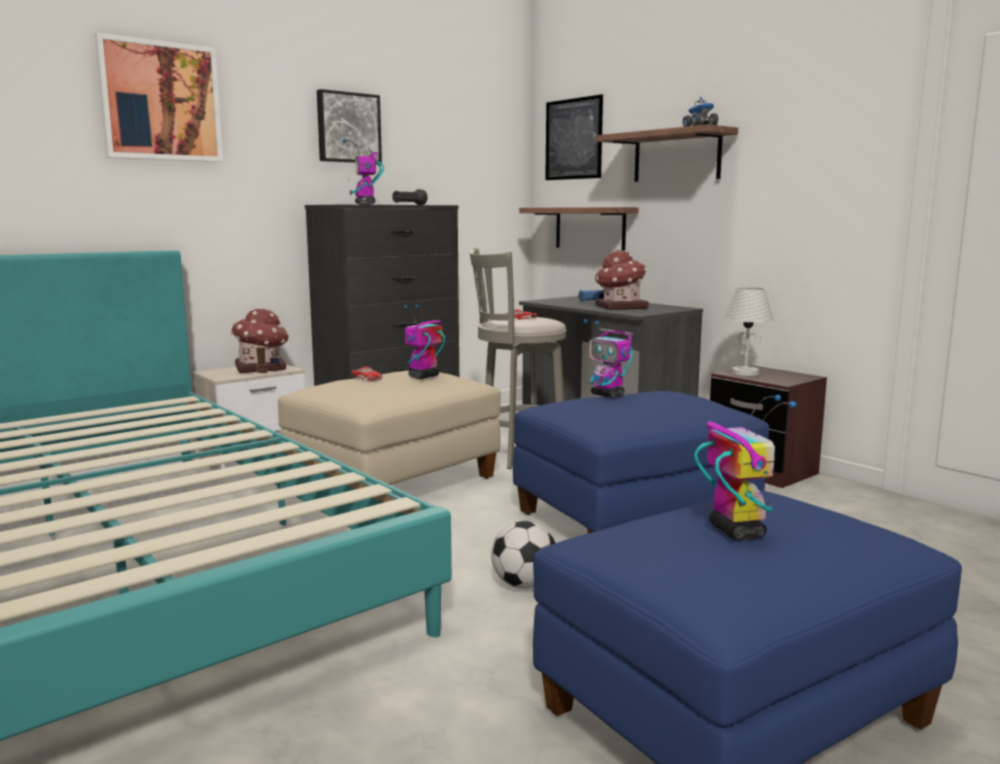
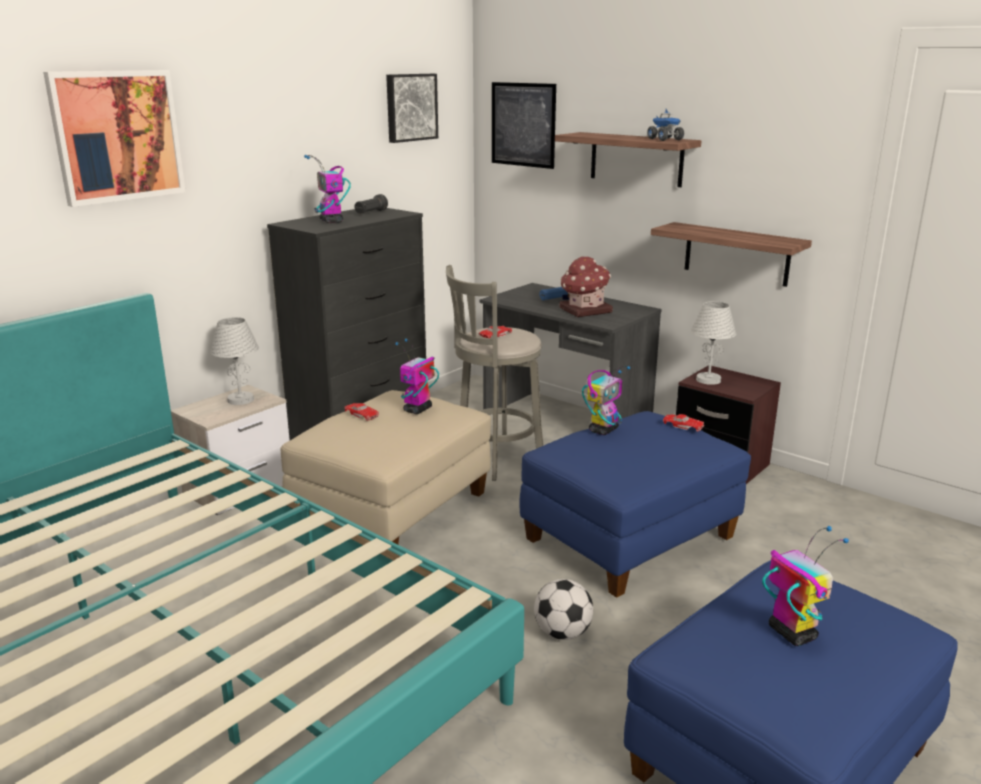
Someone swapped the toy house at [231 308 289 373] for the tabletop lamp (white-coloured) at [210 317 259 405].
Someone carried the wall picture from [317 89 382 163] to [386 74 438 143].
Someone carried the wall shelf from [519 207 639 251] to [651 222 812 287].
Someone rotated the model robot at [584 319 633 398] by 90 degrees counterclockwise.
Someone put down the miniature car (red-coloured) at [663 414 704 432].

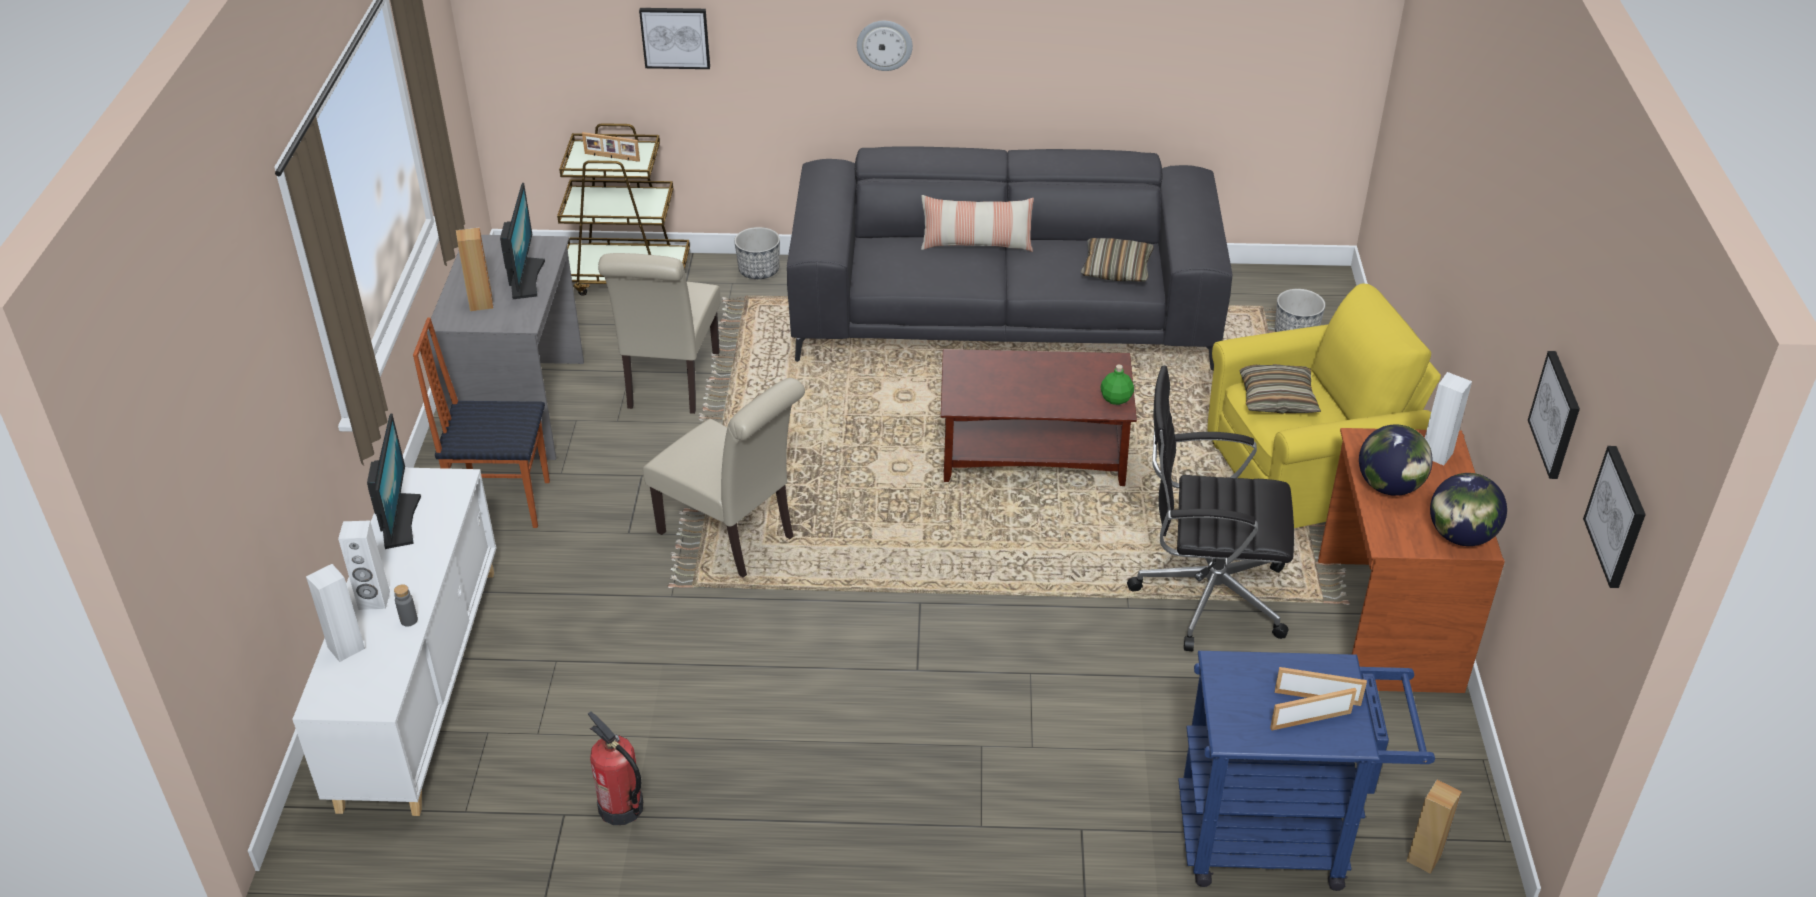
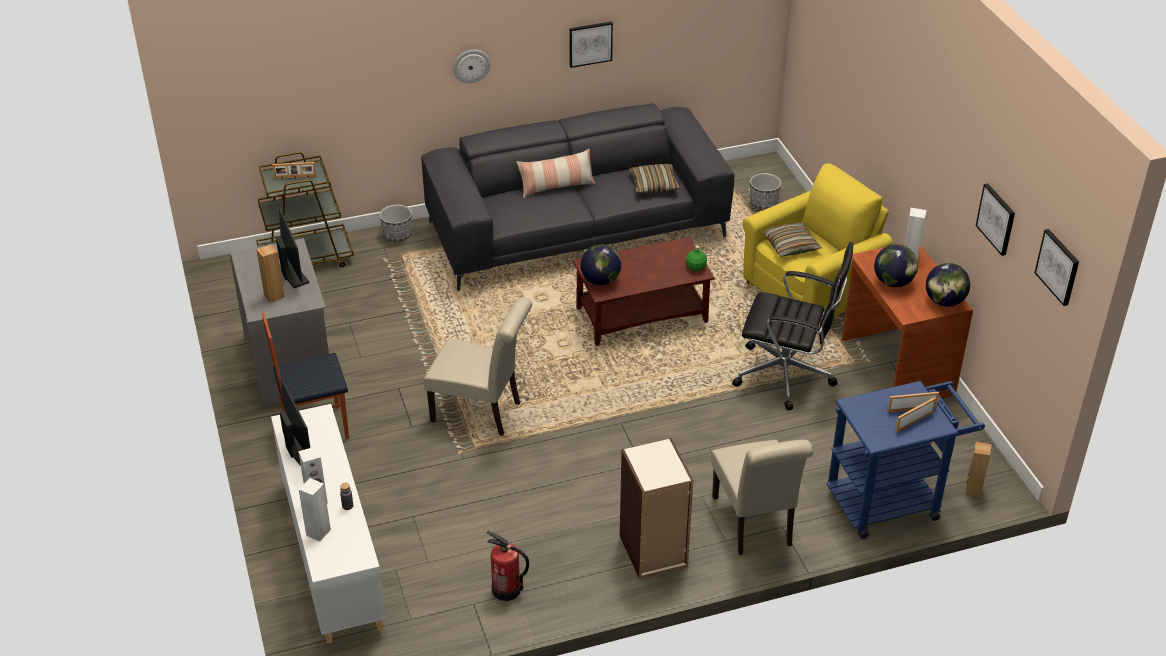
Someone carried the upright chair (sand-coloured) from [598 253 721 414] to [711 440 814 555].
Someone carried the wall picture from [639 8 710 69] to [569 22 613 68].
Someone rotated the computer chair (black) at [1127 366 1294 651] by 150 degrees counterclockwise.
Someone put down the globe at [581 244 621 285].
Someone put down the bookshelf at [620 438 693 579].

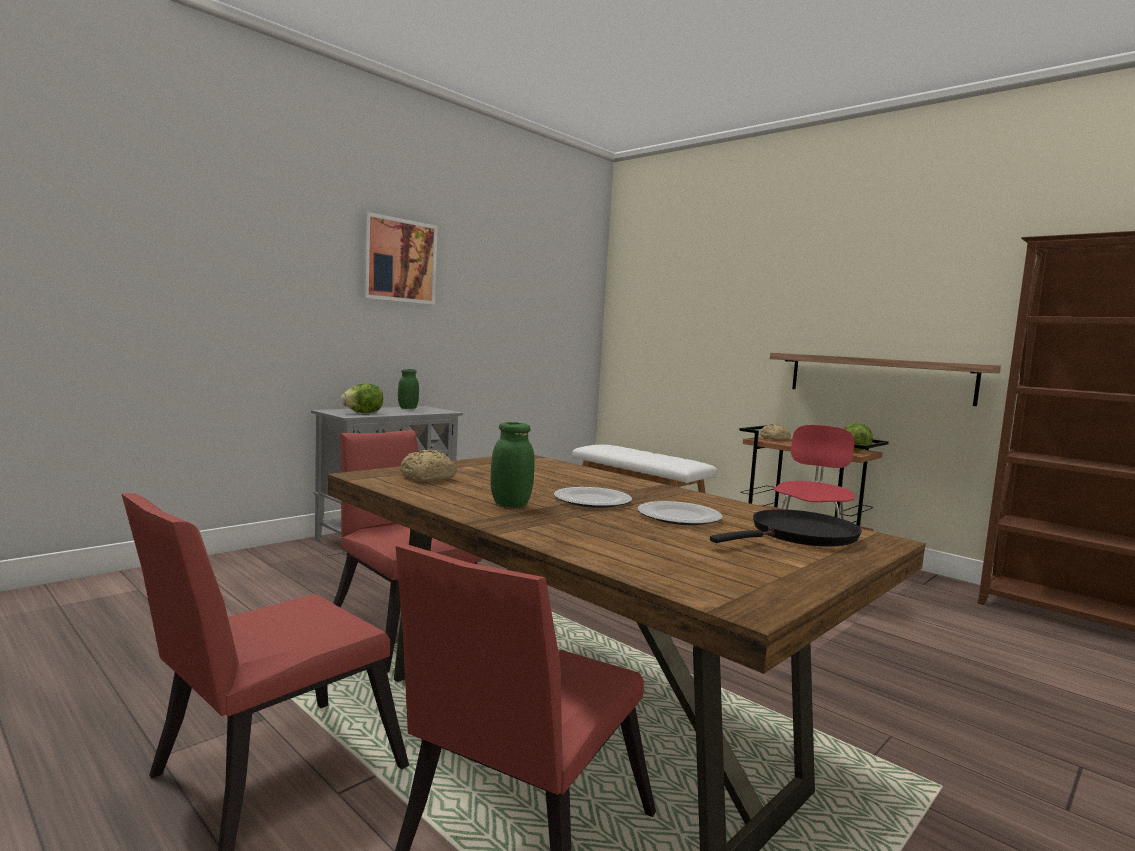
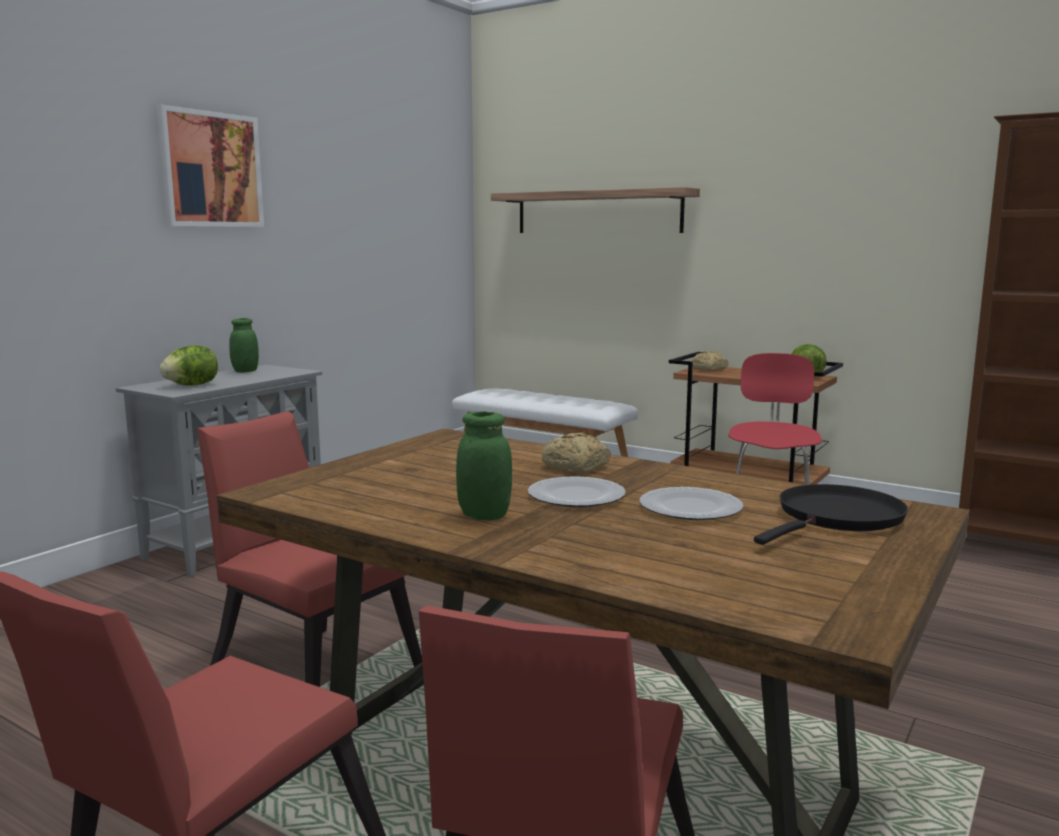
Someone carried the bakery bread from [400 450 457 482] to [542 432 611 474].
Someone carried the wall shelf from [770 352 1001 406] to [491 187 700 233].

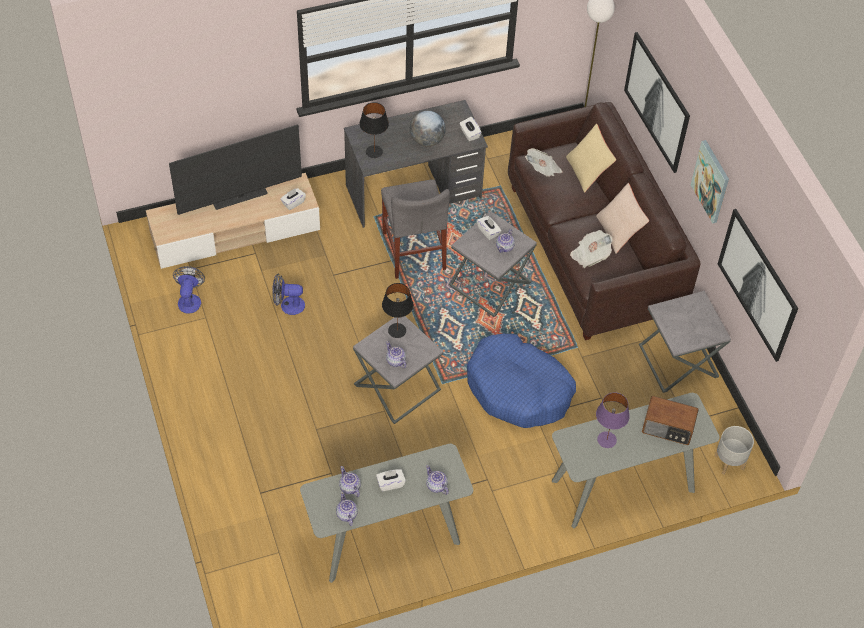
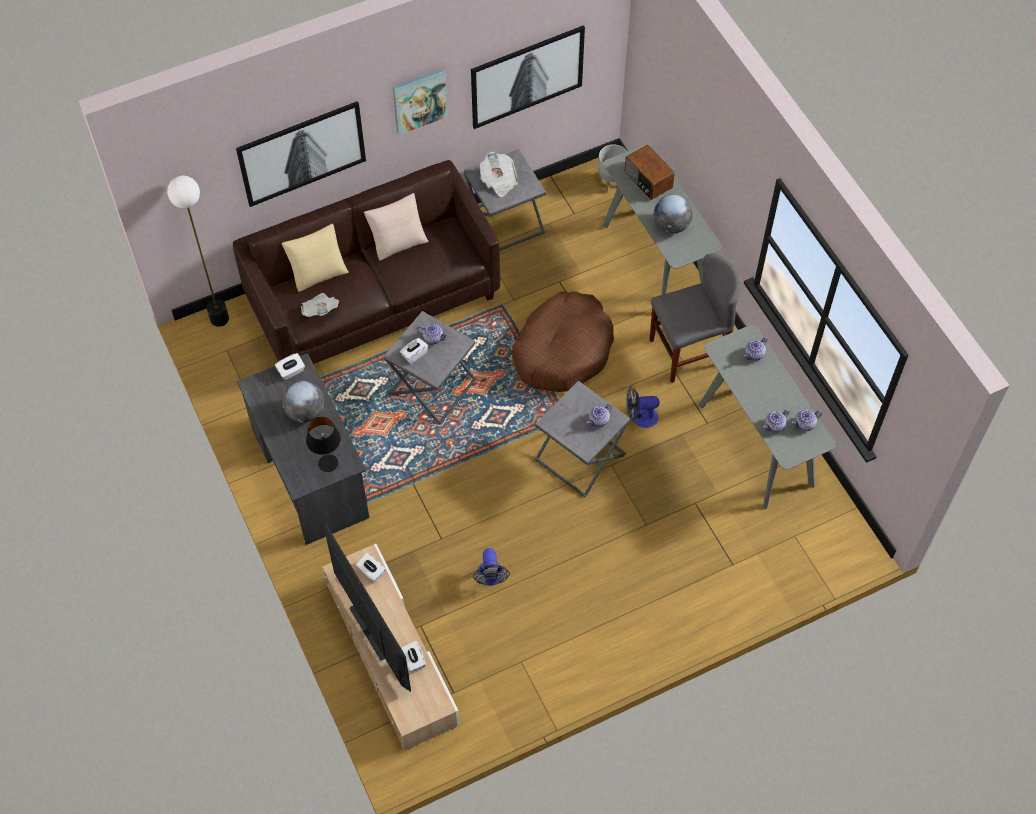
Someone carried the cooling fan from [173 266 205 314] to [626 386 660 428].
Someone carried the tissue box (white-coloured) from [376 469 406 491] to [401 641 426 672].
Someone carried the upright chair (grey) from [381 179 450 279] to [649 254 740 383].
Someone took away the tabletop lamp (black) at [382 283 413 338].
Someone repainted the pet bed (blue-coloured) at [467 334 576 428], which became the pet bed (brown) at [512 291 614 392].
Someone carried the newspaper from [570 230 613 268] to [480 152 518 197].
Someone swapped the tabletop lamp (purple) at [596 392 630 448] for the globe at [653 194 693 234].
Someone rotated the radio set at [642 396 699 445] by 135 degrees clockwise.

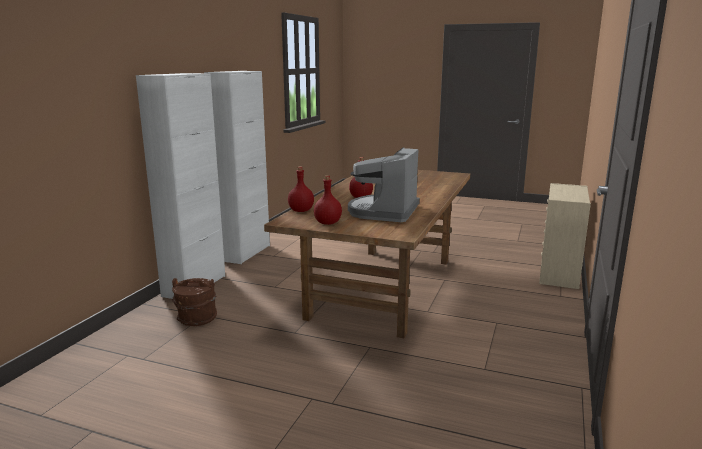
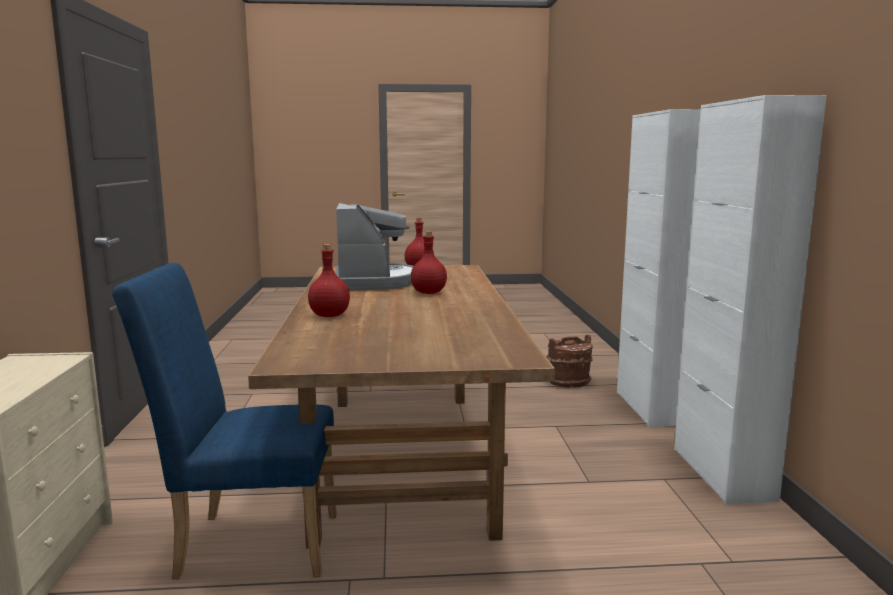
Someone carried the drink bottle (red-coloured) from [288 166 314 212] to [308 244 350 317].
Someone put down the upright chair (blue-coloured) at [112 263 337 579].

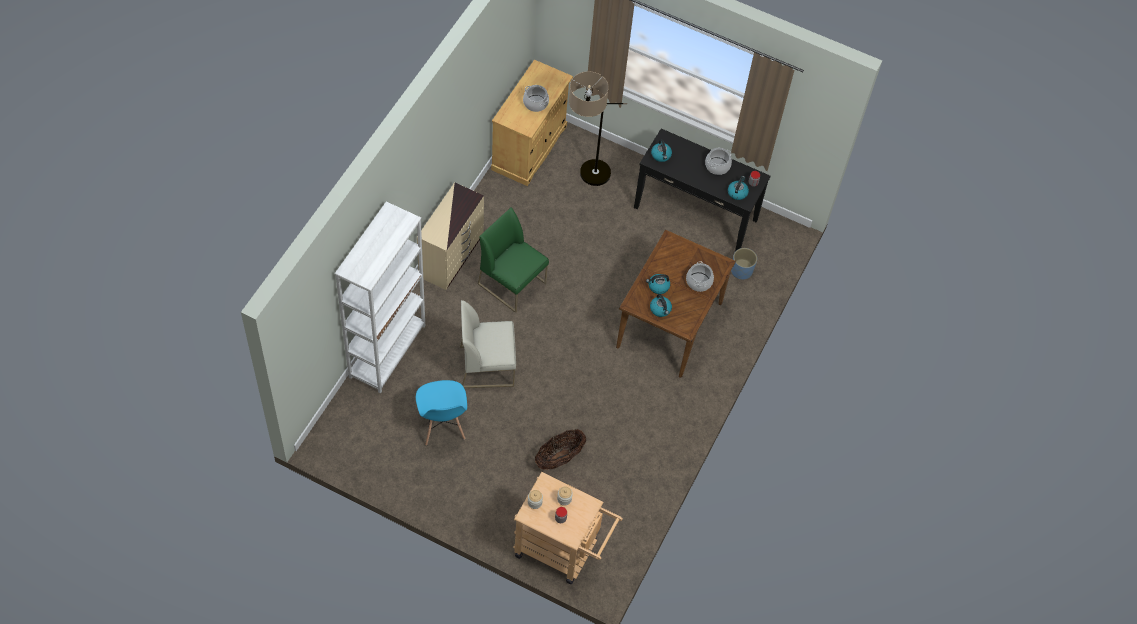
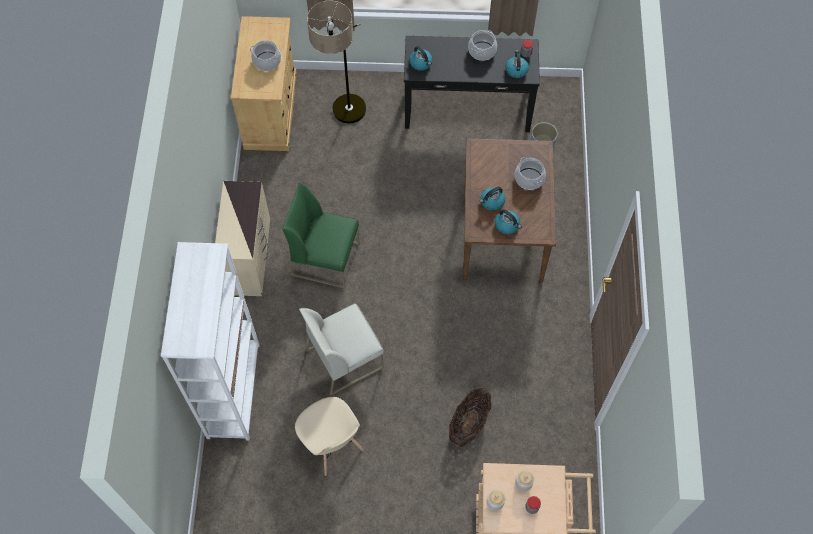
Someone repainted the upright chair (blue-coloured) at [416 380 467 445], which became the upright chair (sand-coloured) at [295 397 363 476].

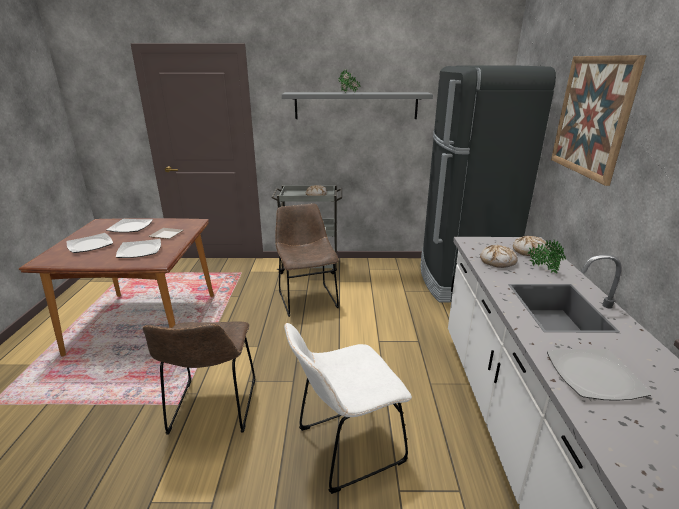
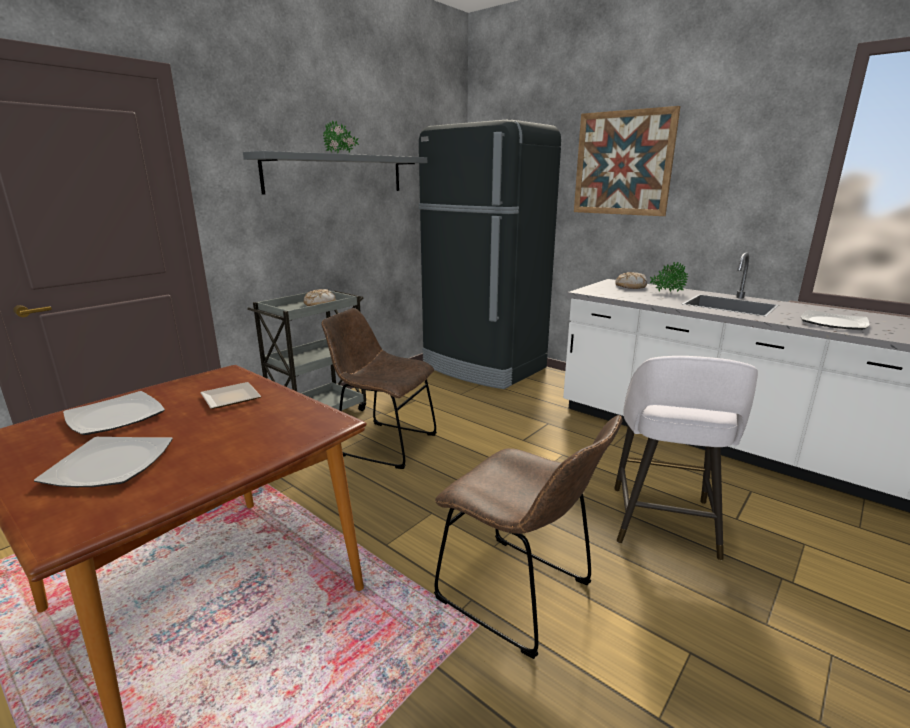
Someone took away the flat dish at [116 239 161 258].
Someone swapped the upright chair (white-coloured) at [284 323 412 494] for the sitting stool (white-coloured) at [614 356 758 560].
Someone took away the bakery bread at [480 245 518 268].

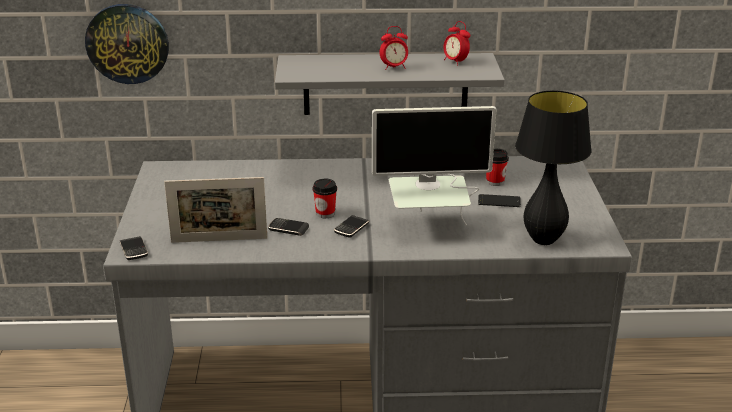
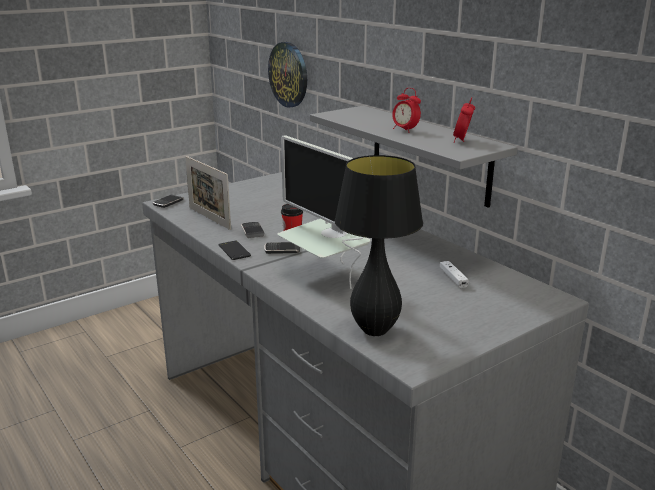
Someone carried the phone from [478 194 521 207] to [219 241 251 260].
Someone swapped the drinking cup at [486 149 509 186] for the joypad (white-coloured) at [440 261 469 288].

